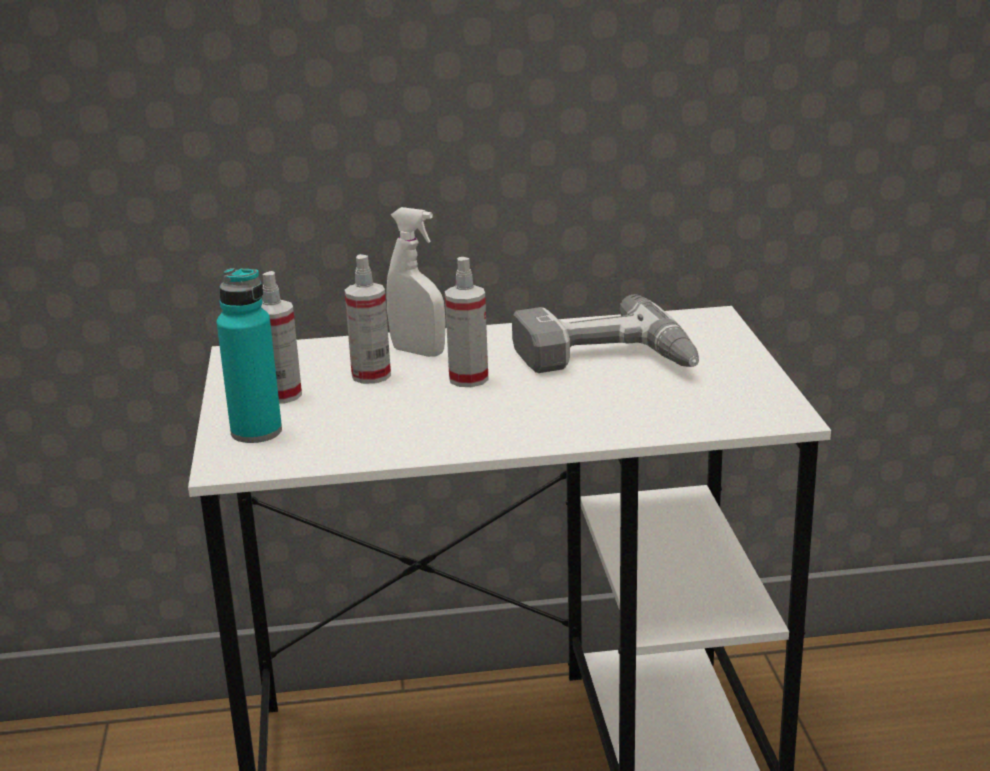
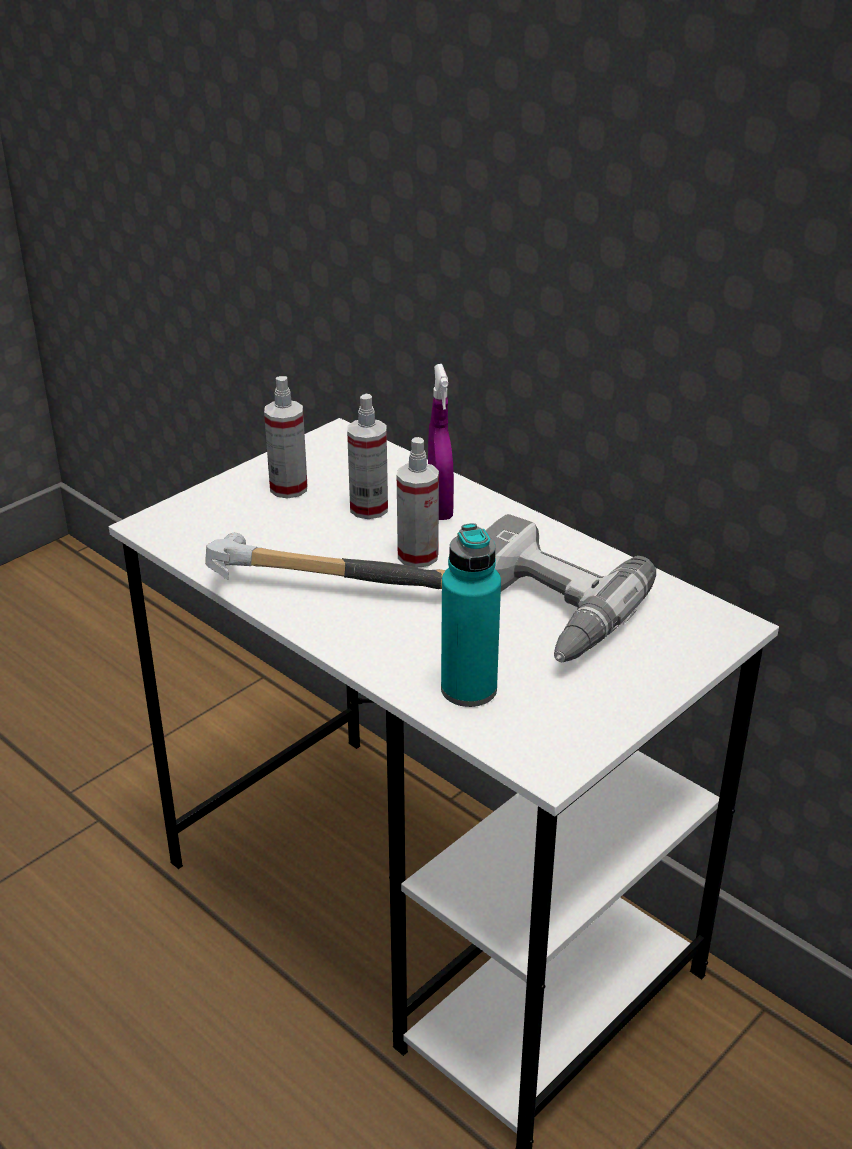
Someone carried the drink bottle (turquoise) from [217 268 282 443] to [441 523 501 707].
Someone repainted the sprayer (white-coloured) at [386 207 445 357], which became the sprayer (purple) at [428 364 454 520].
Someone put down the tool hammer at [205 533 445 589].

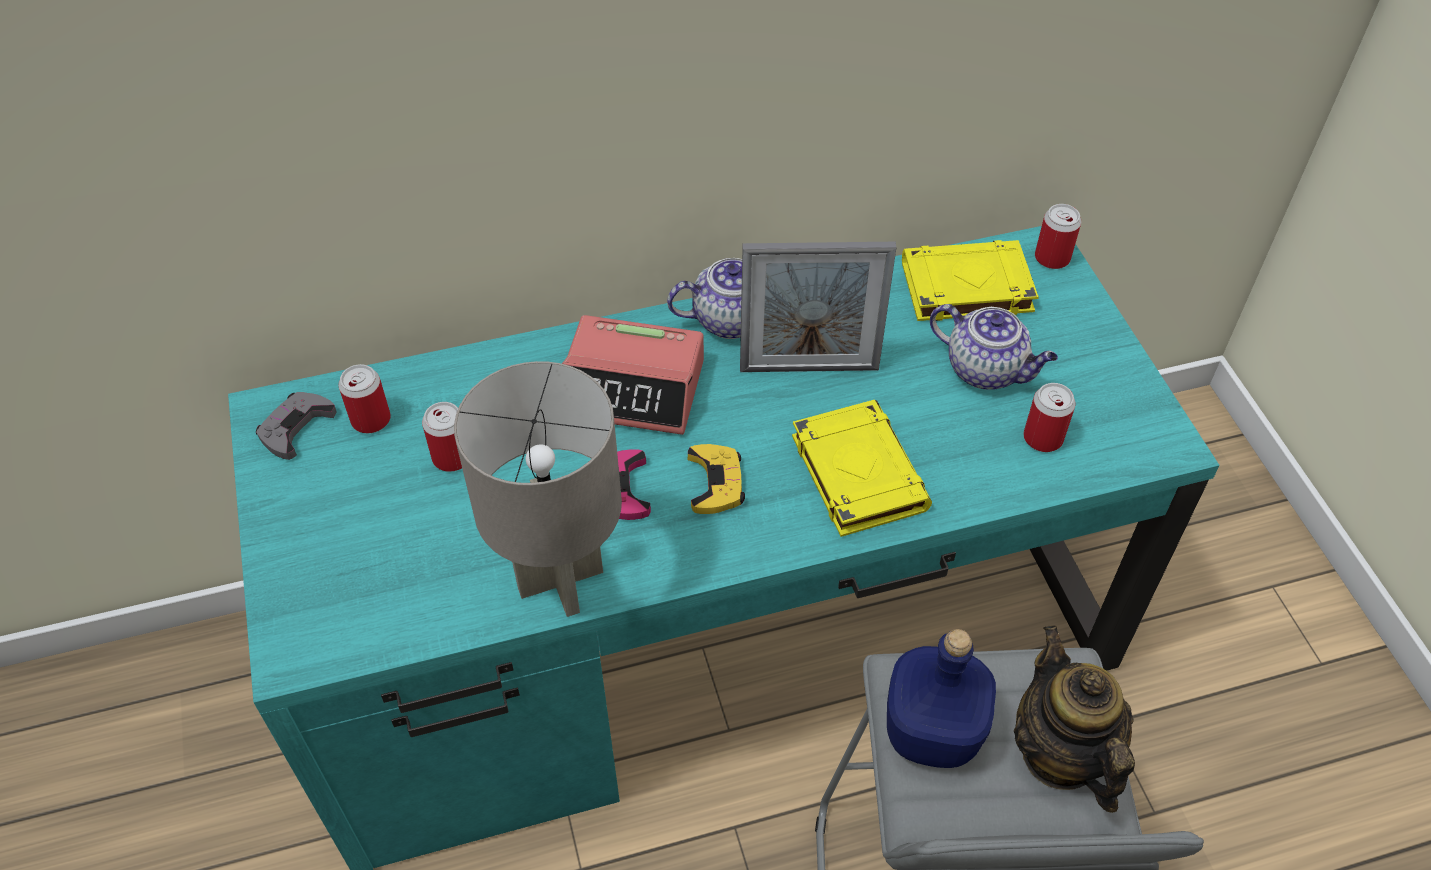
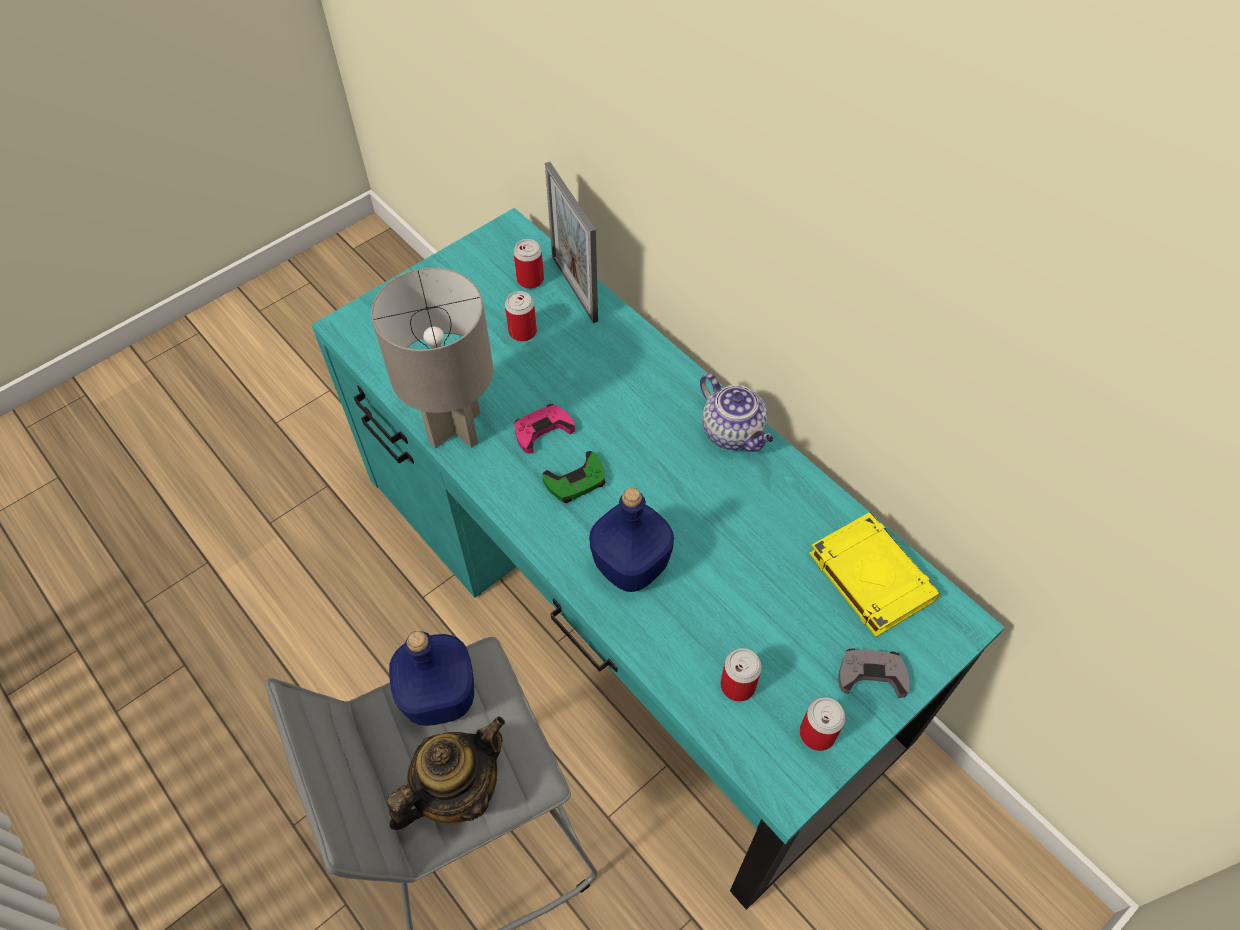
Someone carried the joypad (grey) from [256 392 336 460] to [839 648 910 698].
Someone took away the bedside clock at [562 315 704 435].
Someone repainted the joypad (yellow) at [688 444 745 514], which became the joypad (greenish) at [542 451 605 503].
Someone carried the photo frame from [740 242 896 372] to [545 162 598 323].
Someone swapped the book (yellow) at [792 400 932 537] for the drink bottle (blue-coloured) at [589 488 674 592].
Someone took away the tea pot at [930 304 1058 390].
Someone carried the metal can from [1035 204 1081 269] to [800 697 845 751].

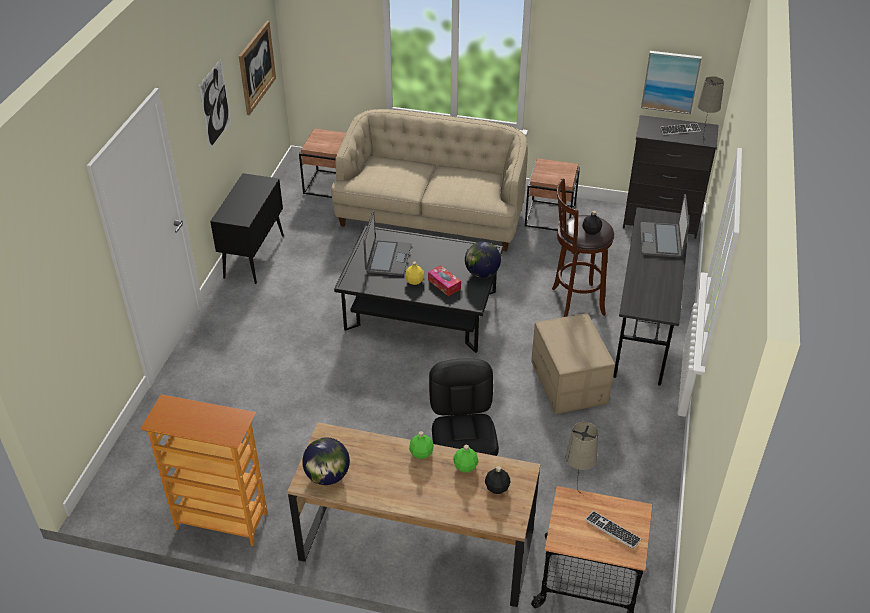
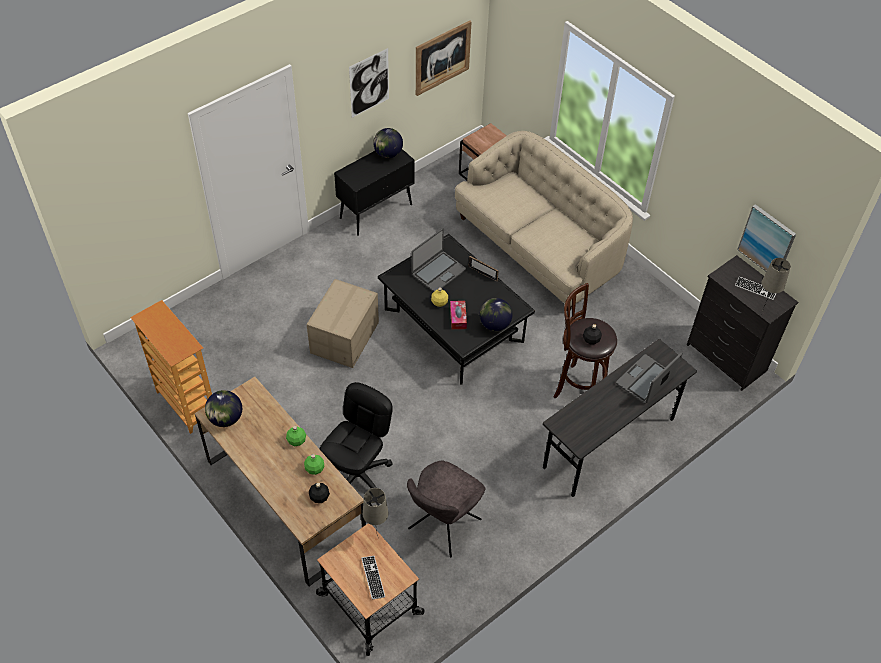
Someone took away the side table (brown) at [525 158 580 231].
Someone carried the packing box from [531 313 615 414] to [307 279 379 368].
Someone put down the globe at [373 128 403 158].
Someone put down the upright chair (grey) at [407 460 485 557].
Someone put down the photo frame at [468 256 499 282].

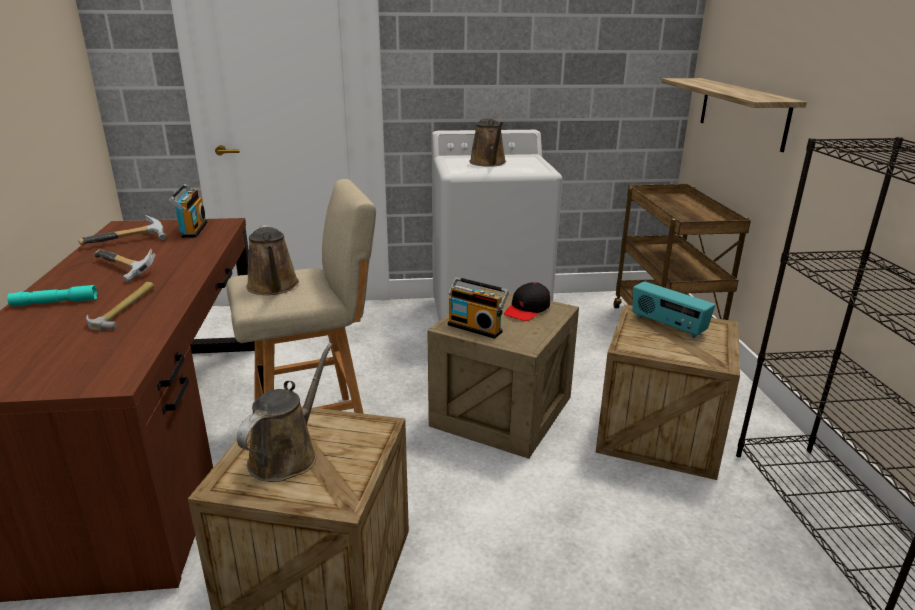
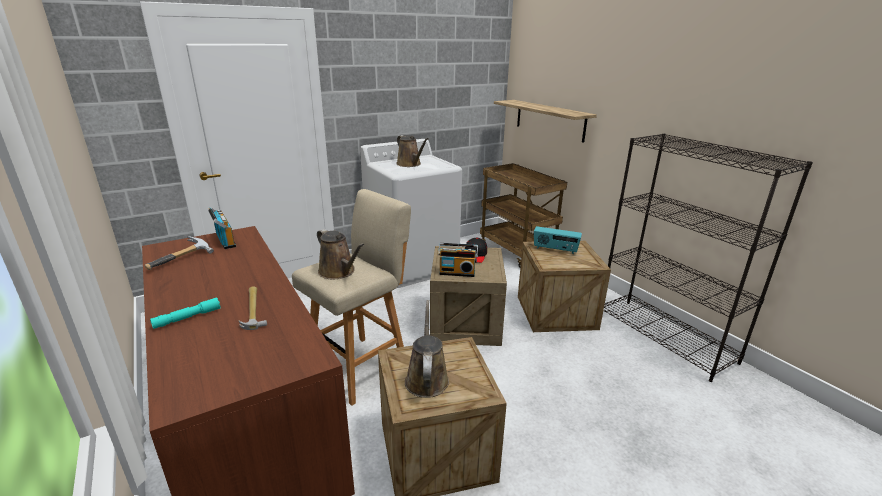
Someone took away the tool hammer at [94 249 155 283].

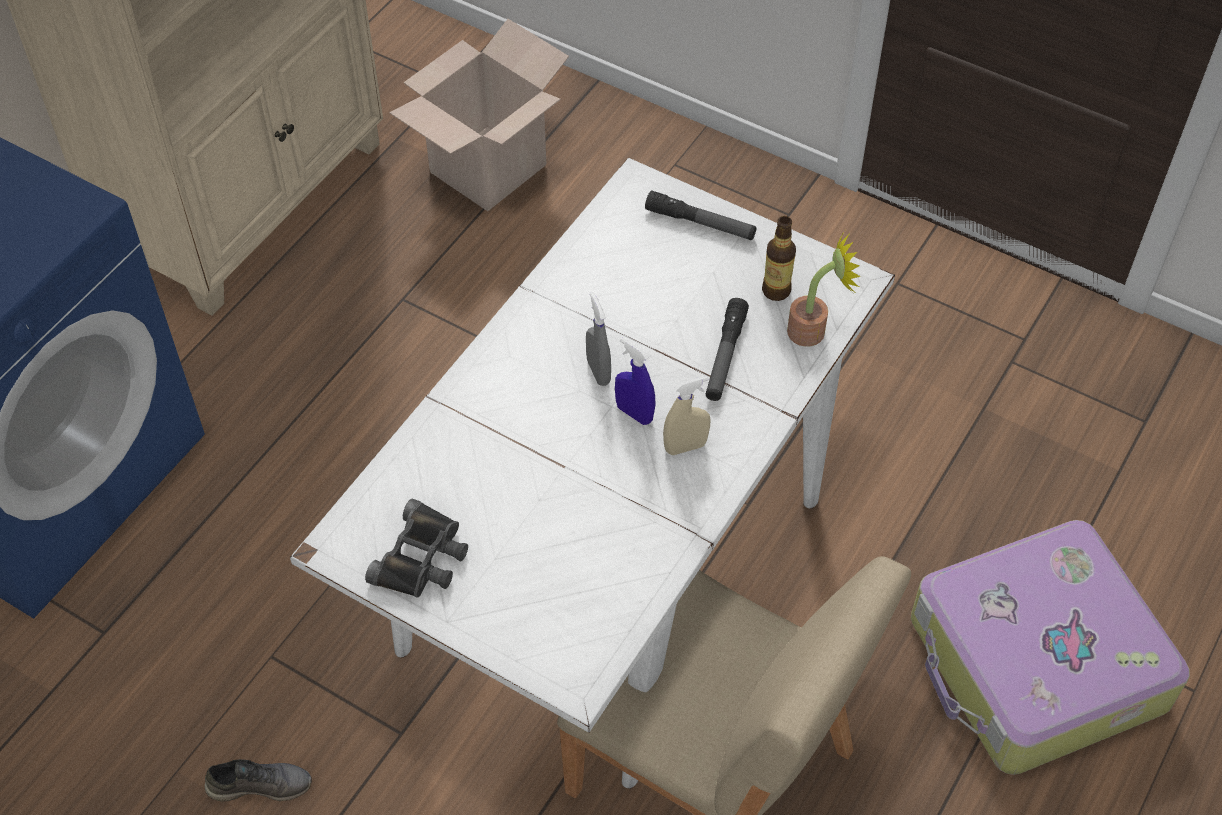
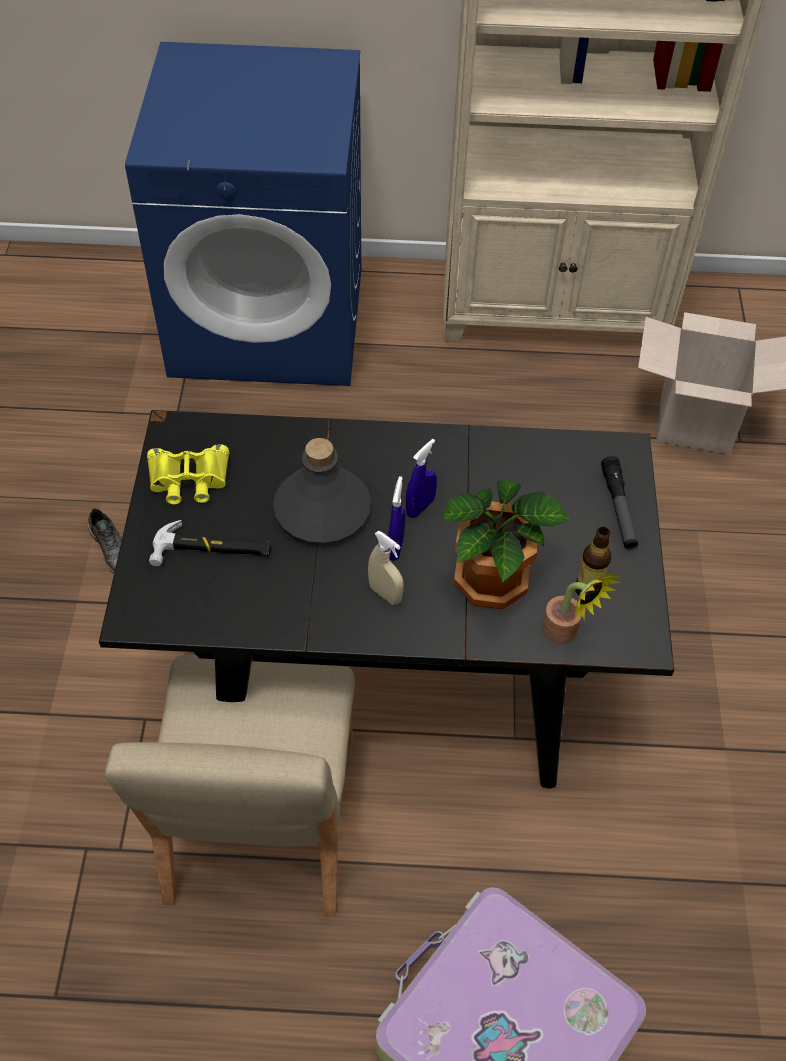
Someone repainted the dining table (white-coloured) at [290 158 895 789], which became the dining table (black) at [99 410 674 788].
Someone repainted the binoculars (black) at [365 498 468 598], which became the binoculars (yellow) at [147 444 229 505].
Someone repainted the sprayer (grey) at [586 292 611 386], which became the sprayer (blue-coloured) at [406 439 437 518].
Someone swapped the torch at [706 298 749 401] for the houseplant at [444 479 569 609].
Someone put down the tool hammer at [149 520 271 566].
Someone put down the drink bottle (grey) at [273 438 371 543].

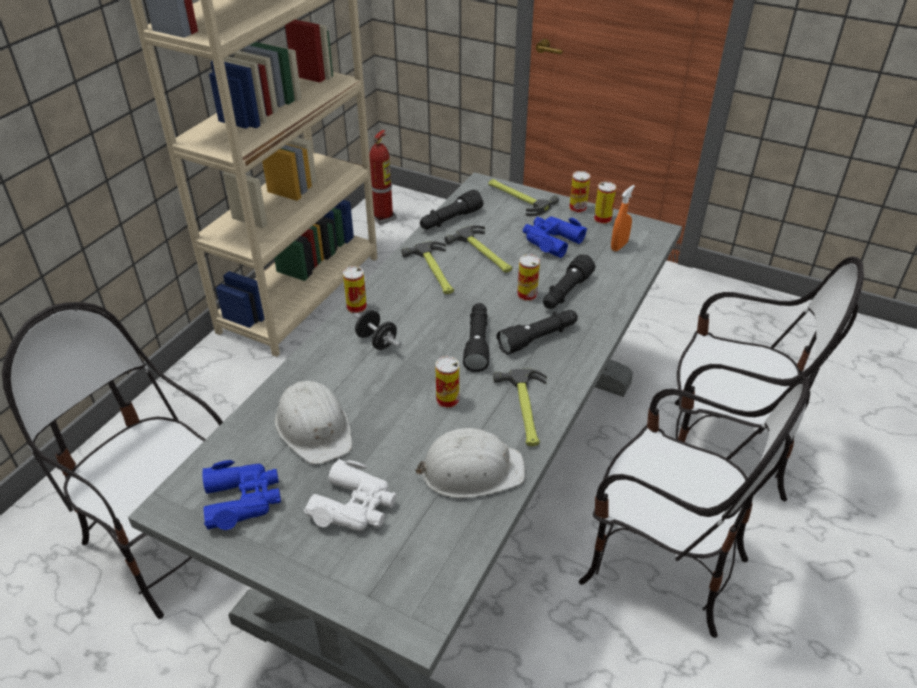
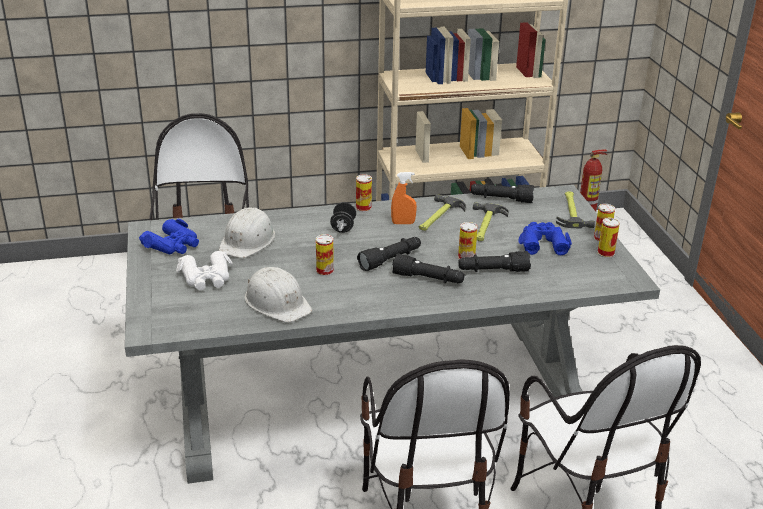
Someone took away the tool hammer at [493 368 547 446].
Someone carried the sprayer (orange-coloured) from [611 185 635 251] to [391 172 417 224].

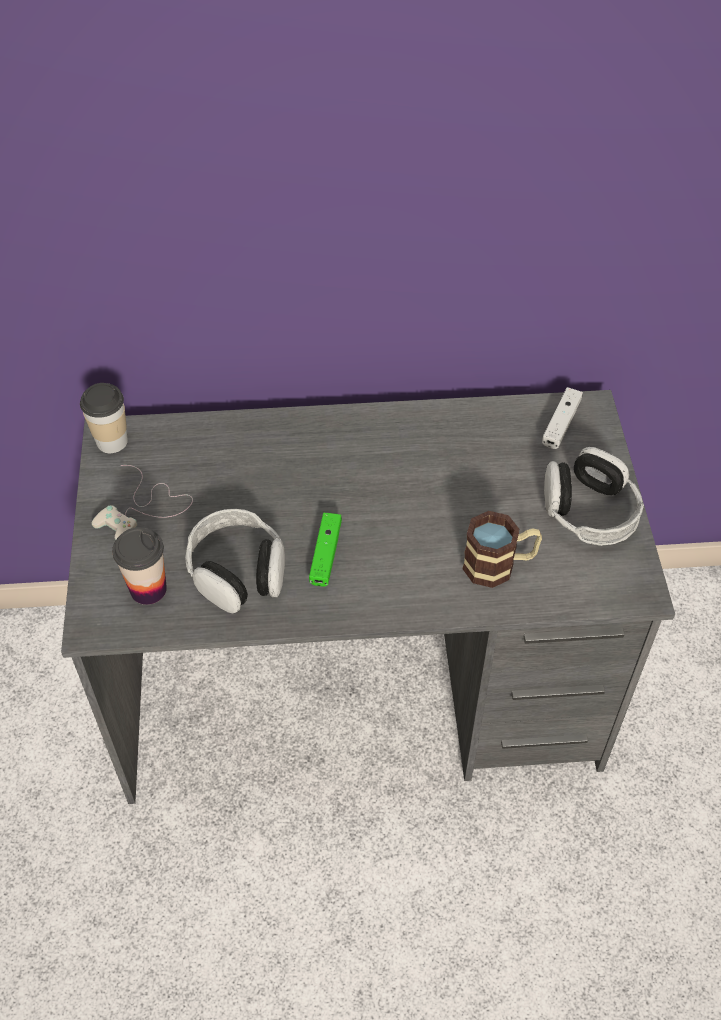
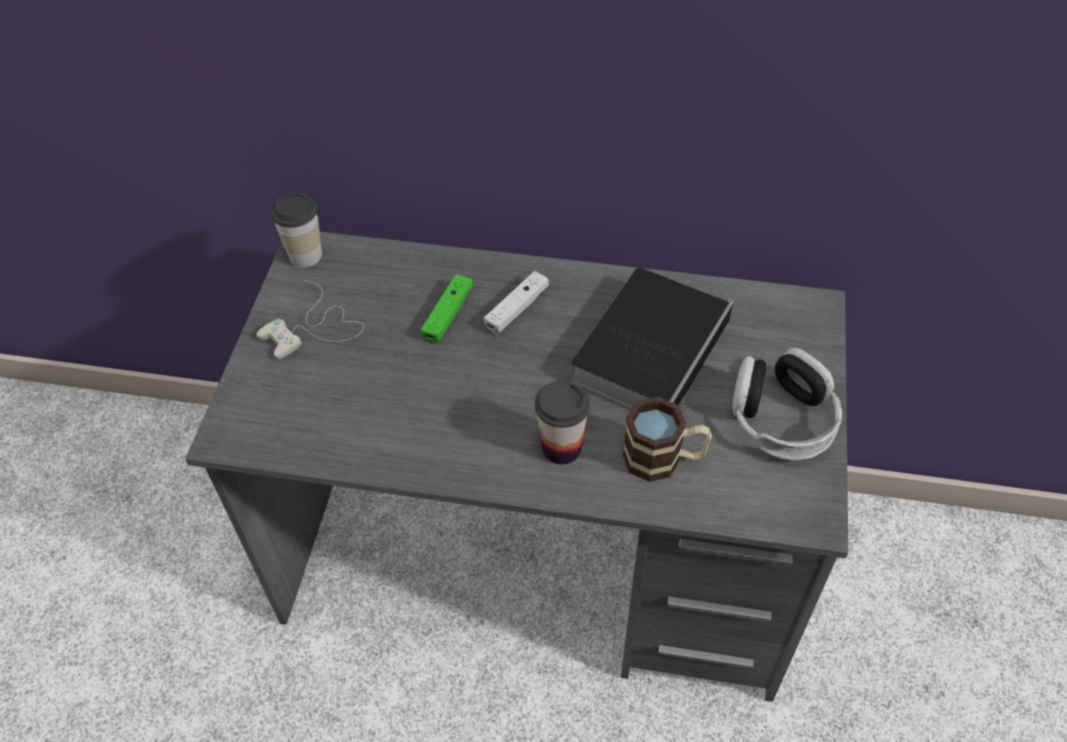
Someone carried the drinking cup from [112 527 167 605] to [535 380 590 465].
Someone took away the headset at [185 509 285 614].
Someone carried the joypad (greenish) from [309 513 342 587] to [421 274 473 344].
Someone carried the joypad (white-coloured) from [542 387 583 449] to [484 271 549 334].
Someone put down the book at [571 267 734 409].

